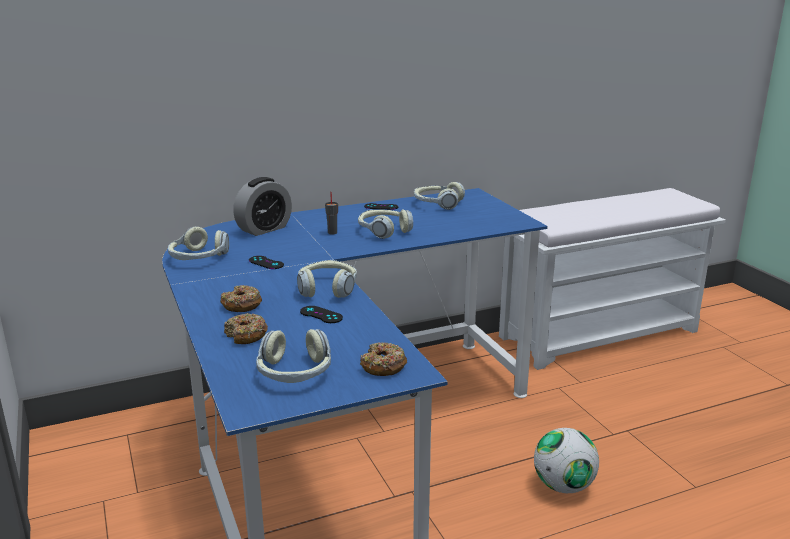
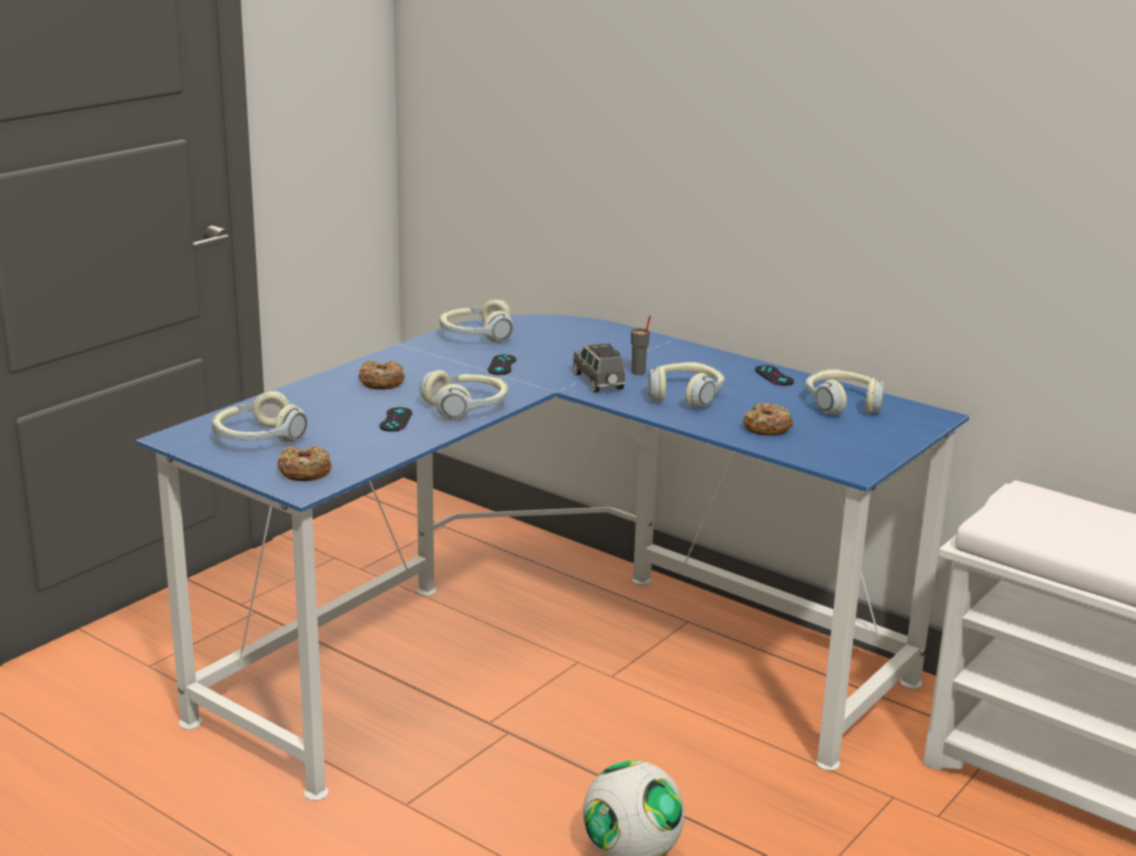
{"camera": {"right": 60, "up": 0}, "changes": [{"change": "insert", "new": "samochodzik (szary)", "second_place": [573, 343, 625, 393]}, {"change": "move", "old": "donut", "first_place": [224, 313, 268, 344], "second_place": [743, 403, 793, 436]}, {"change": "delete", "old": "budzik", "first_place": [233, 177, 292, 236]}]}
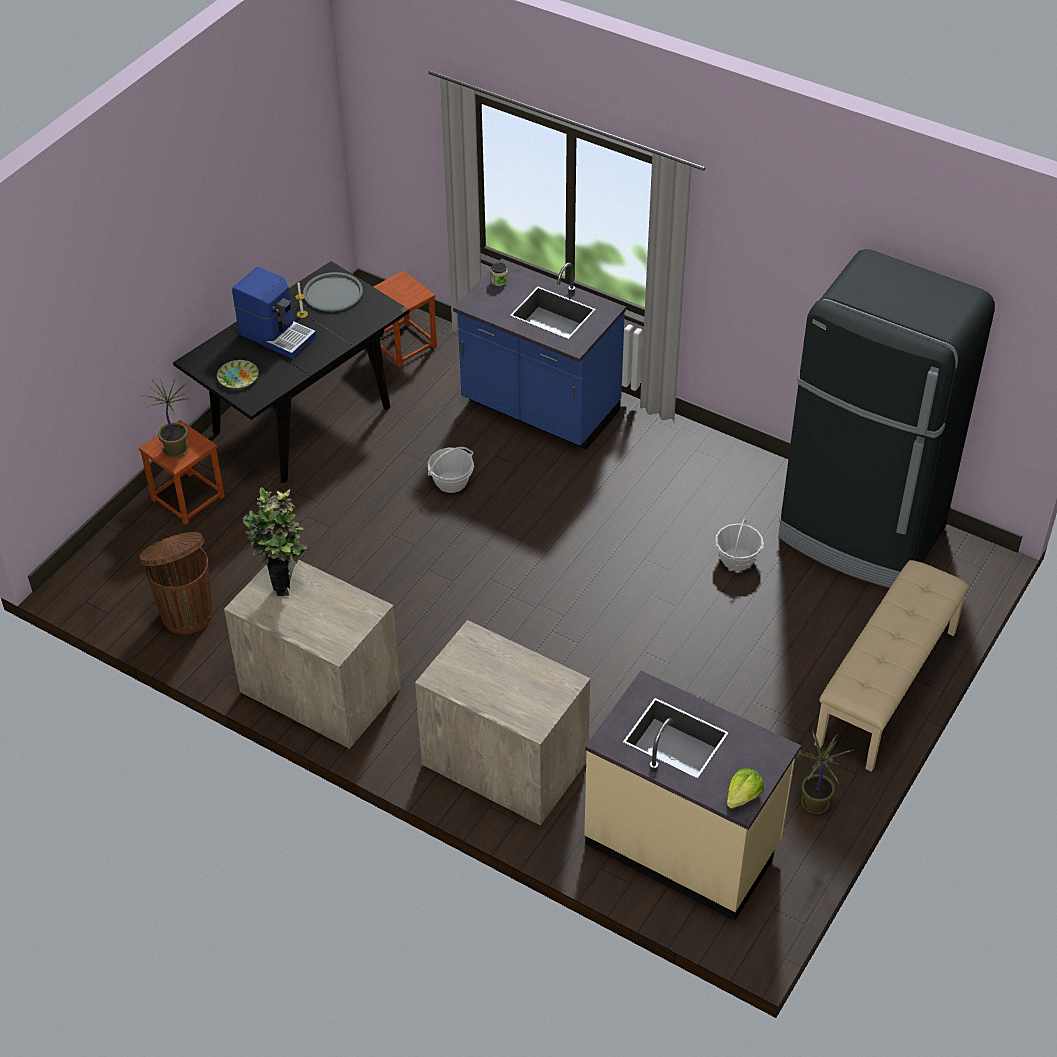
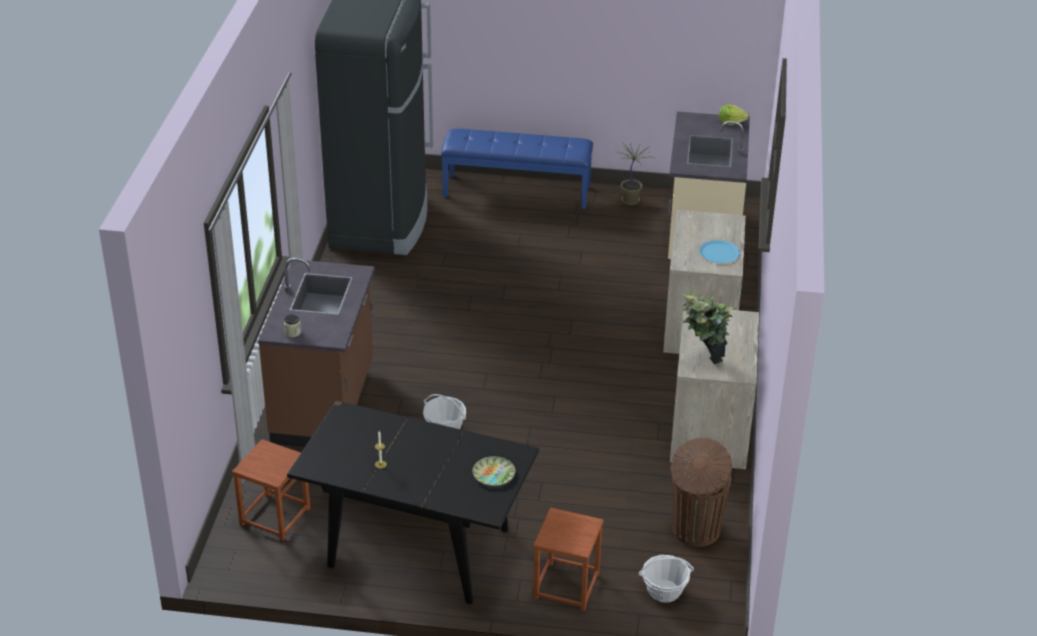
{"camera": {"right": -115, "up": -10}, "changes": [{"change": "recolor", "old": "zabudowa kuchenna (niebieski)", "new": "zabudowa kuchenna (brązowy)", "first_place": [453, 259, 626, 450], "second_place": [258, 258, 375, 447]}, {"change": "recolor", "old": "ławka (beżowy)", "new": "ławka (niebieski)", "first_place": [814, 560, 969, 772], "second_place": [441, 129, 593, 209]}, {"change": "move", "old": "koszyk", "first_place": [715, 519, 764, 571], "second_place": [639, 555, 694, 603]}, {"change": "insert", "new": "talerz (niebieski)", "second_place": [699, 240, 740, 263]}, {"change": "delete", "old": "roślina doniczkowa", "first_place": [140, 380, 195, 458]}, {"change": "delete", "old": "ekspres do kawy", "first_place": [232, 267, 317, 359]}, {"change": "delete", "old": "taca (szary)", "first_place": [303, 272, 363, 312]}]}
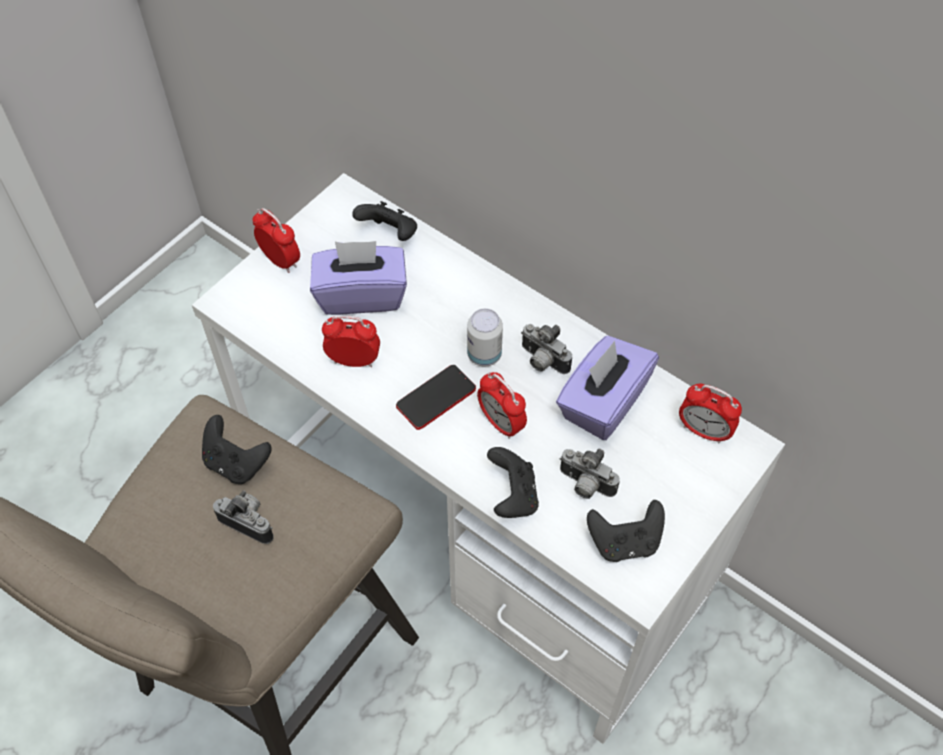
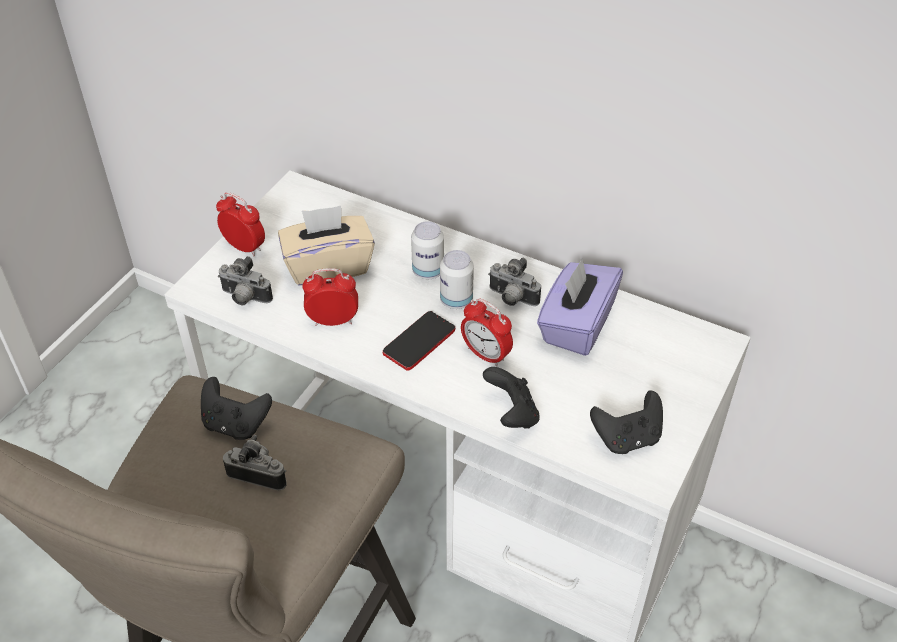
{"camera": {"right": -10, "up": -10}, "changes": [{"change": "move", "old": "aparat fotograficzny", "first_place": [560, 449, 620, 499], "second_place": [218, 256, 273, 305]}, {"change": "recolor", "old": "pudełko chusteczek (fioletowy)", "new": "pudełko chusteczek (beżowy)", "first_place": [310, 241, 407, 315], "second_place": [278, 206, 375, 286]}, {"change": "insert", "new": "puszka", "second_place": [411, 221, 444, 279]}, {"change": "delete", "old": "pad do gier (czarny)", "first_place": [352, 201, 417, 241]}, {"change": "delete", "old": "budzik", "first_place": [679, 384, 742, 443]}]}
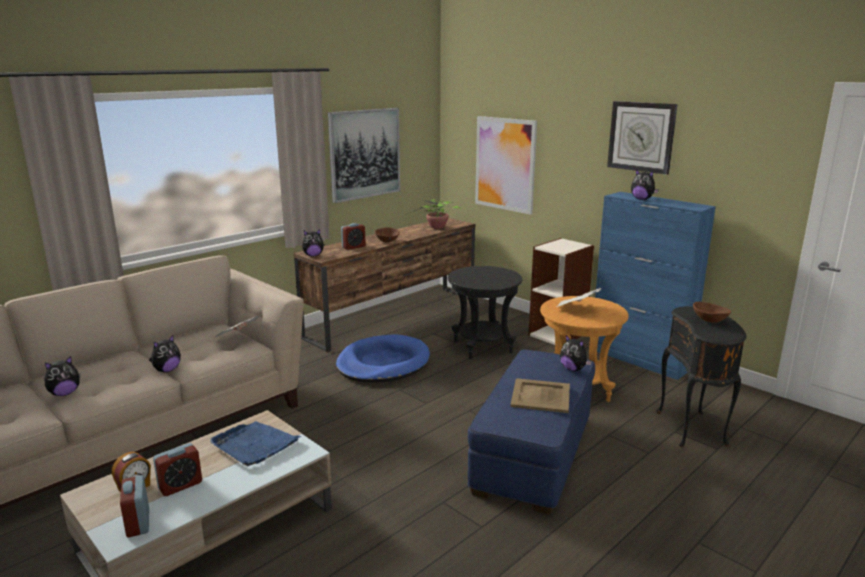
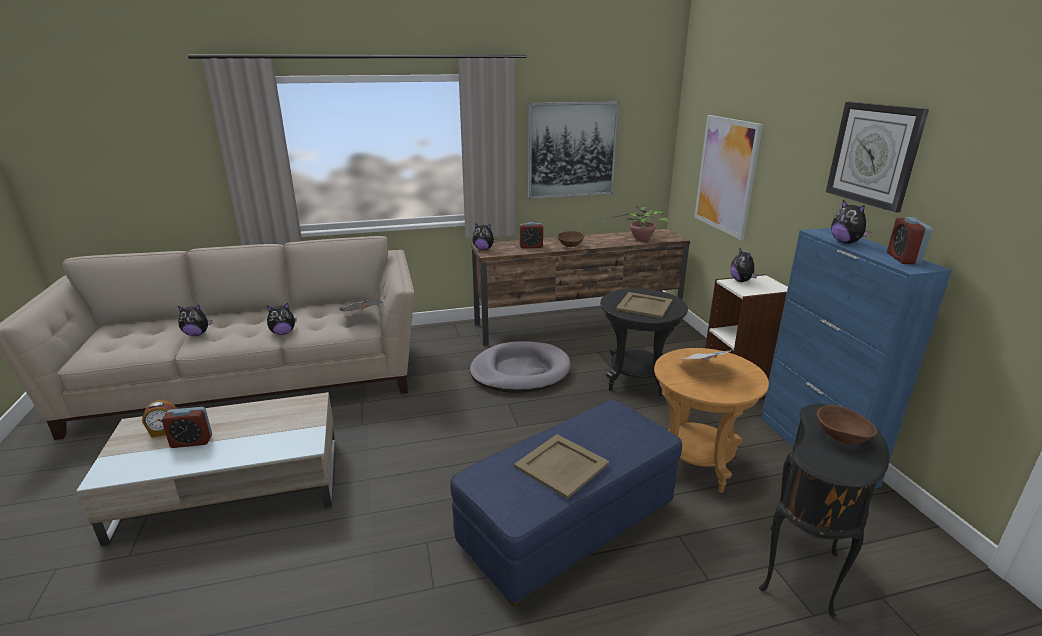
{"camera": {"right": 30, "up": 5}, "changes": [{"change": "recolor", "old": "legowisko (niebieski)", "new": "legowisko (szary)", "first_place": [336, 334, 430, 383], "second_place": [470, 341, 571, 393]}, {"change": "insert", "new": "taca (beżowy)", "second_place": [616, 292, 673, 318]}, {"change": "move", "old": "pluszak", "first_place": [560, 335, 592, 371], "second_place": [730, 247, 757, 282]}, {"change": "move", "old": "budzik", "first_place": [120, 475, 149, 538], "second_place": [887, 217, 932, 265]}, {"change": "delete", "old": "taca (niebieski)", "first_place": [210, 421, 302, 466]}]}
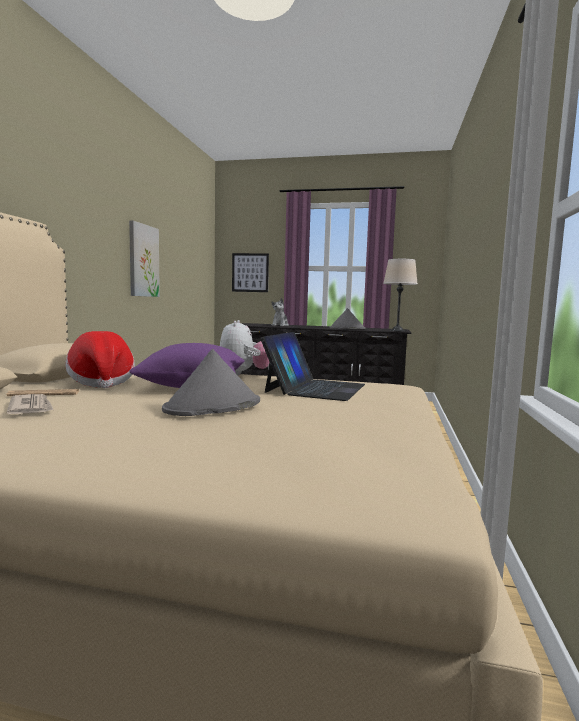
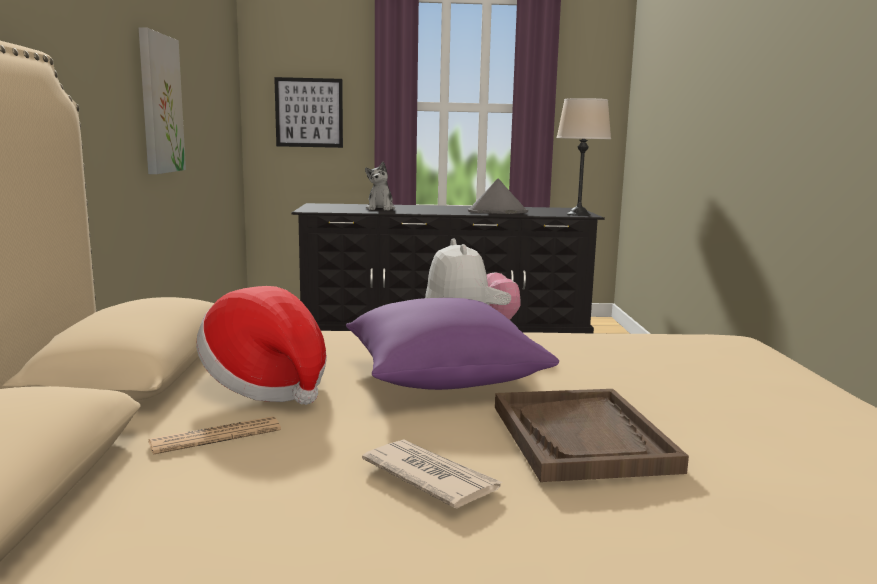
{"camera": {"right": -15, "up": 5}, "changes": [{"change": "move", "old": "gazeta", "first_place": [7, 394, 53, 414], "second_place": [362, 439, 502, 509]}, {"change": "replace", "old": "kapelusz (szary)", "new": "taca (brązowy)", "first_place": [162, 349, 260, 416], "second_place": [495, 389, 689, 482]}, {"change": "delete", "old": "laptop", "first_place": [260, 332, 365, 401]}]}
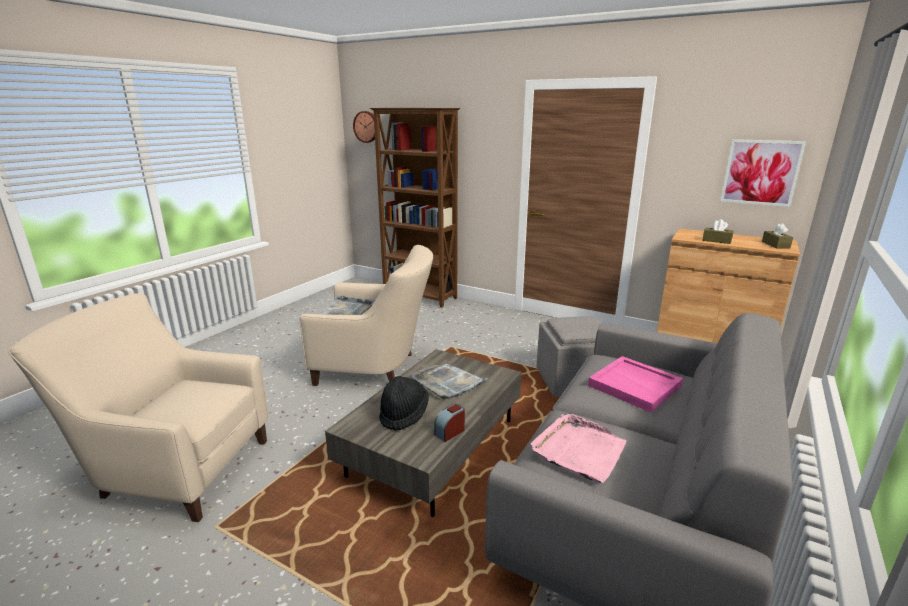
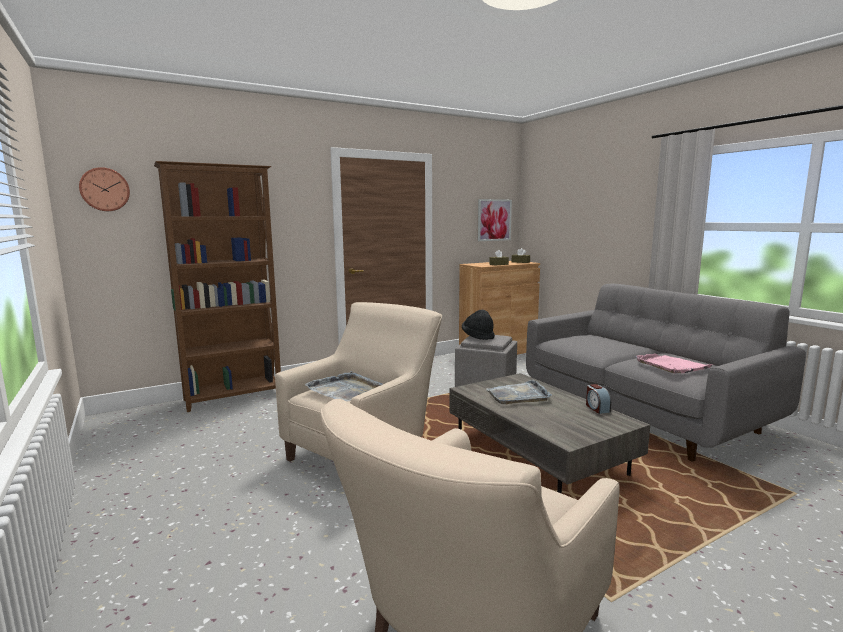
{"camera": {"right": -60, "up": -10}, "changes": [{"change": "move", "old": "kapelusz (czarny)", "first_place": [379, 376, 429, 431], "second_place": [462, 310, 495, 340]}, {"change": "delete", "old": "taca (różowy)", "first_place": [588, 356, 683, 412]}]}
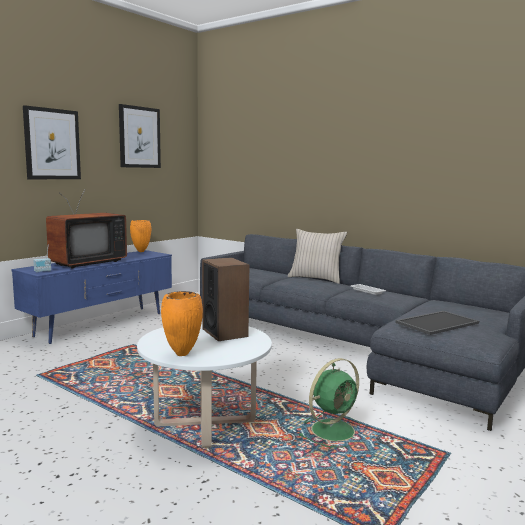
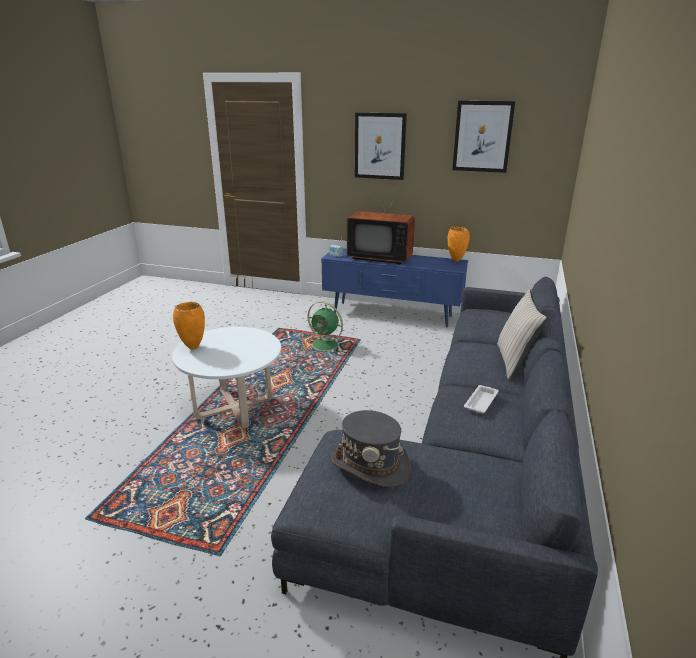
{"camera": {"right": 70, "up": 15}, "changes": [{"change": "move", "old": "wentylator (zielony)", "first_place": [299, 358, 361, 447], "second_place": [305, 301, 347, 352]}, {"change": "replace", "old": "taca", "new": "kapelusz (szary)", "first_place": [395, 311, 479, 335], "second_place": [332, 410, 410, 487]}, {"change": "delete", "old": "głośnik", "first_place": [202, 257, 249, 341]}]}
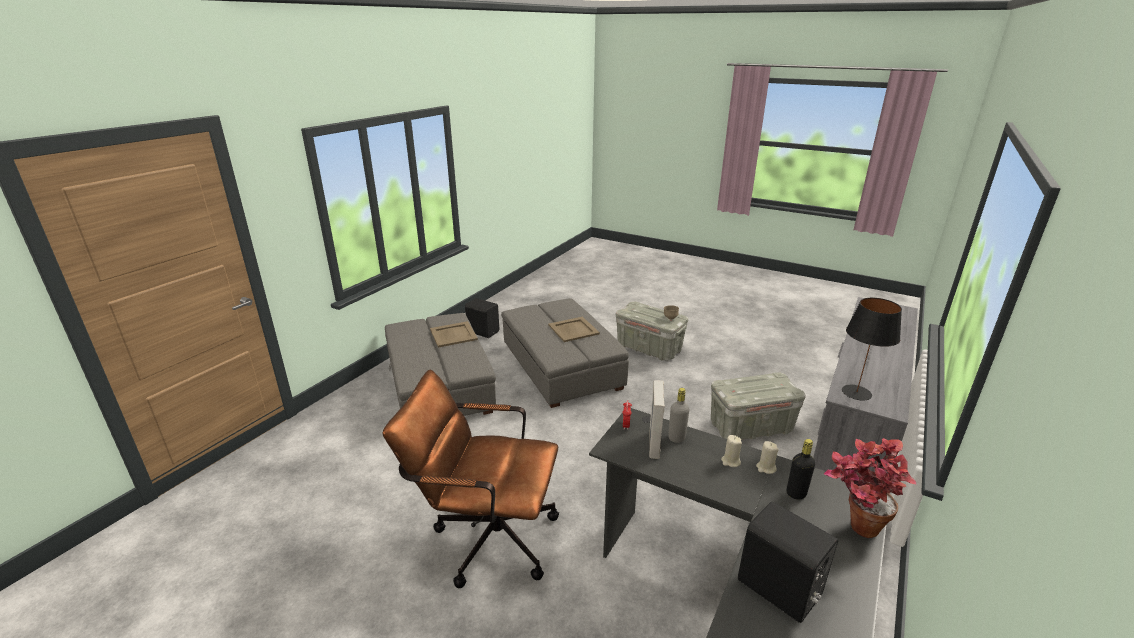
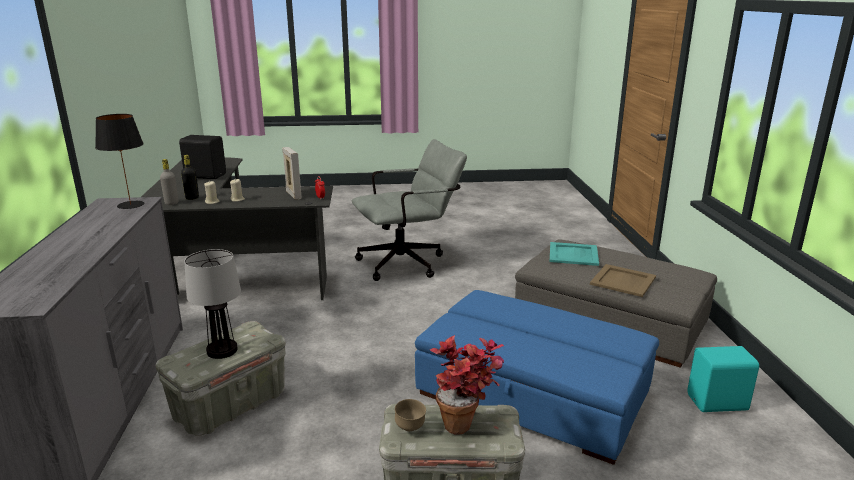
{"camera": {"right": 145, "up": -5}, "changes": [{"change": "move", "old": "butelka (szary)", "first_place": [668, 388, 689, 443], "second_place": [160, 159, 178, 205]}, {"change": "insert", "new": "lampa stołowa", "second_place": [184, 249, 241, 359]}, {"change": "recolor", "old": "krzesło biurowe (brązowy)", "new": "krzesło biurowe (szary)", "first_place": [383, 369, 559, 588], "second_place": [352, 139, 467, 281]}, {"change": "recolor", "old": "pufa (szary)", "new": "pufa (niebieski)", "first_place": [501, 298, 629, 408], "second_place": [415, 290, 659, 465]}, {"change": "move", "old": "roślina doniczkowa", "first_place": [824, 438, 917, 538], "second_place": [430, 335, 504, 435]}, {"change": "insert", "new": "taca (turkusowy)", "second_place": [550, 242, 599, 266]}, {"change": "recolor", "old": "głośnik (czarny)", "new": "głośnik (turkusowy)", "first_place": [465, 298, 499, 338], "second_place": [687, 346, 759, 412]}, {"change": "delete", "old": "taca (beżowy)", "first_place": [548, 317, 600, 342]}]}
